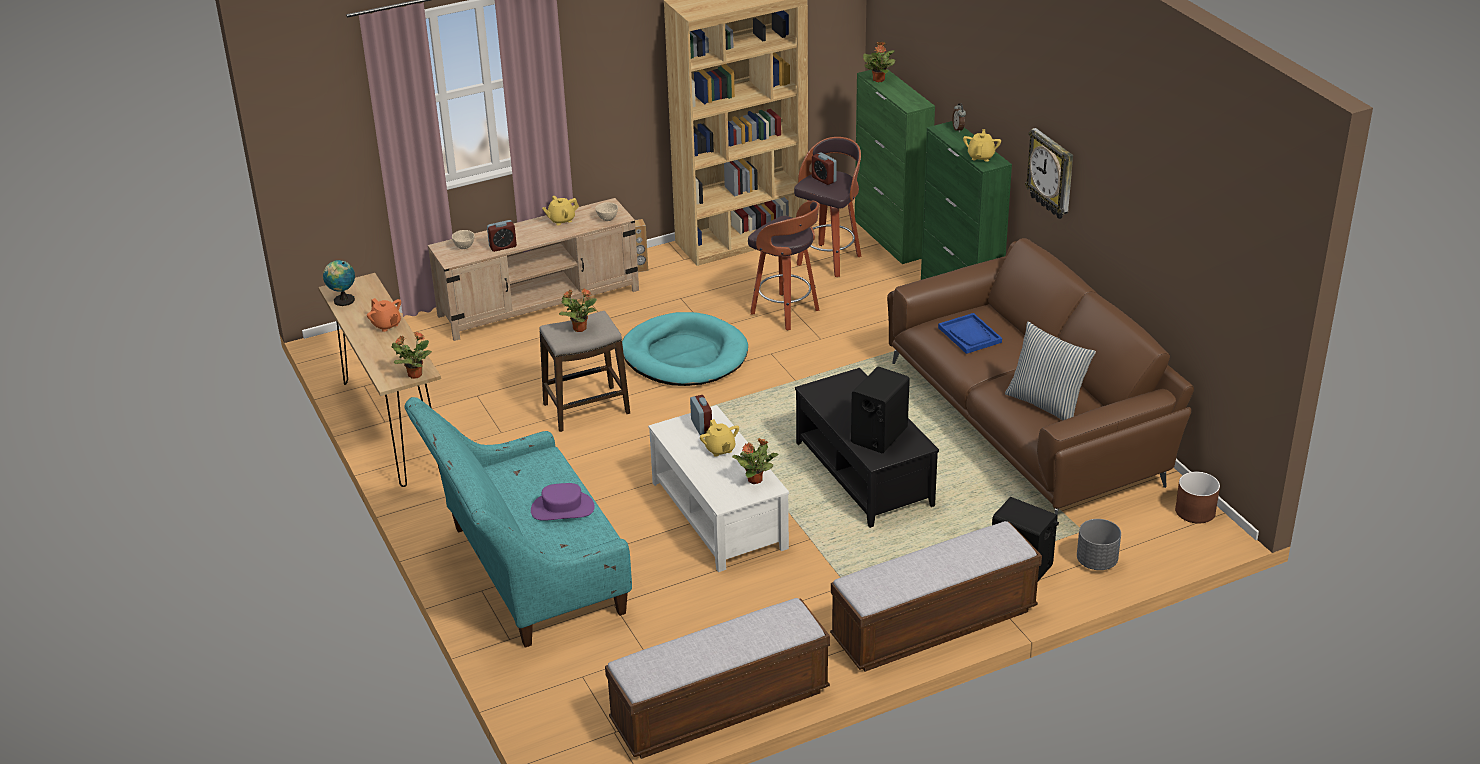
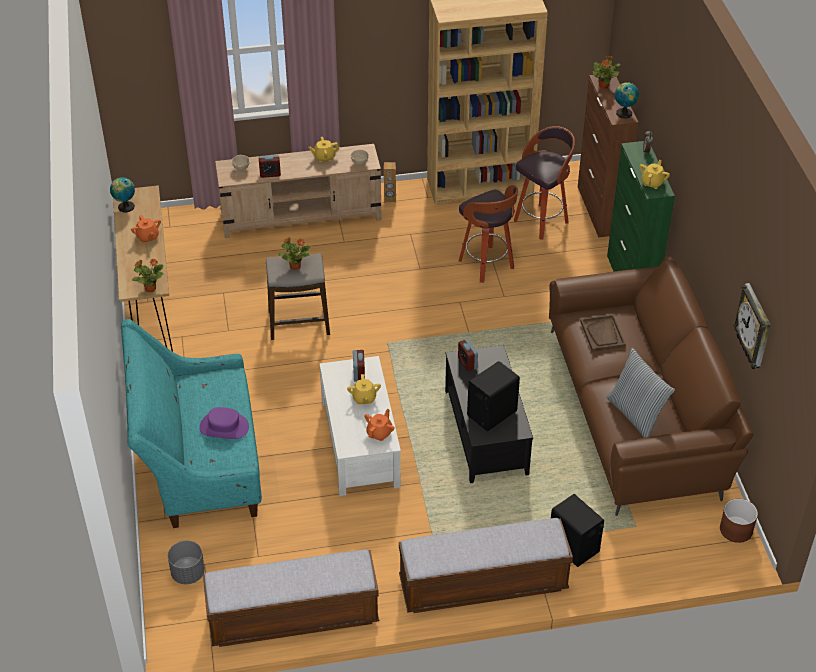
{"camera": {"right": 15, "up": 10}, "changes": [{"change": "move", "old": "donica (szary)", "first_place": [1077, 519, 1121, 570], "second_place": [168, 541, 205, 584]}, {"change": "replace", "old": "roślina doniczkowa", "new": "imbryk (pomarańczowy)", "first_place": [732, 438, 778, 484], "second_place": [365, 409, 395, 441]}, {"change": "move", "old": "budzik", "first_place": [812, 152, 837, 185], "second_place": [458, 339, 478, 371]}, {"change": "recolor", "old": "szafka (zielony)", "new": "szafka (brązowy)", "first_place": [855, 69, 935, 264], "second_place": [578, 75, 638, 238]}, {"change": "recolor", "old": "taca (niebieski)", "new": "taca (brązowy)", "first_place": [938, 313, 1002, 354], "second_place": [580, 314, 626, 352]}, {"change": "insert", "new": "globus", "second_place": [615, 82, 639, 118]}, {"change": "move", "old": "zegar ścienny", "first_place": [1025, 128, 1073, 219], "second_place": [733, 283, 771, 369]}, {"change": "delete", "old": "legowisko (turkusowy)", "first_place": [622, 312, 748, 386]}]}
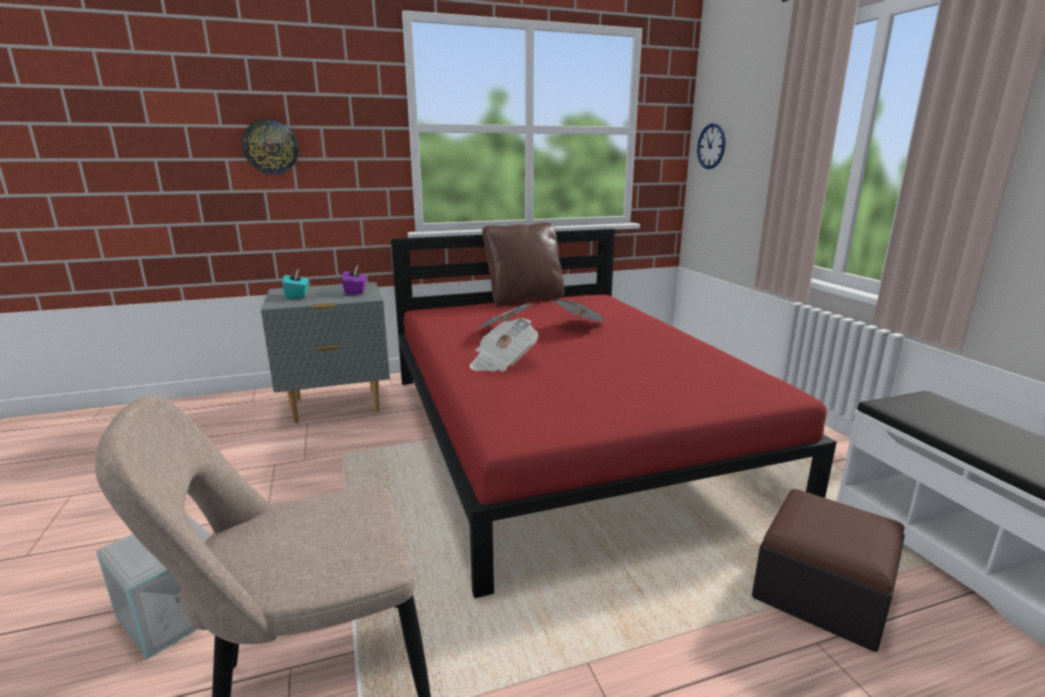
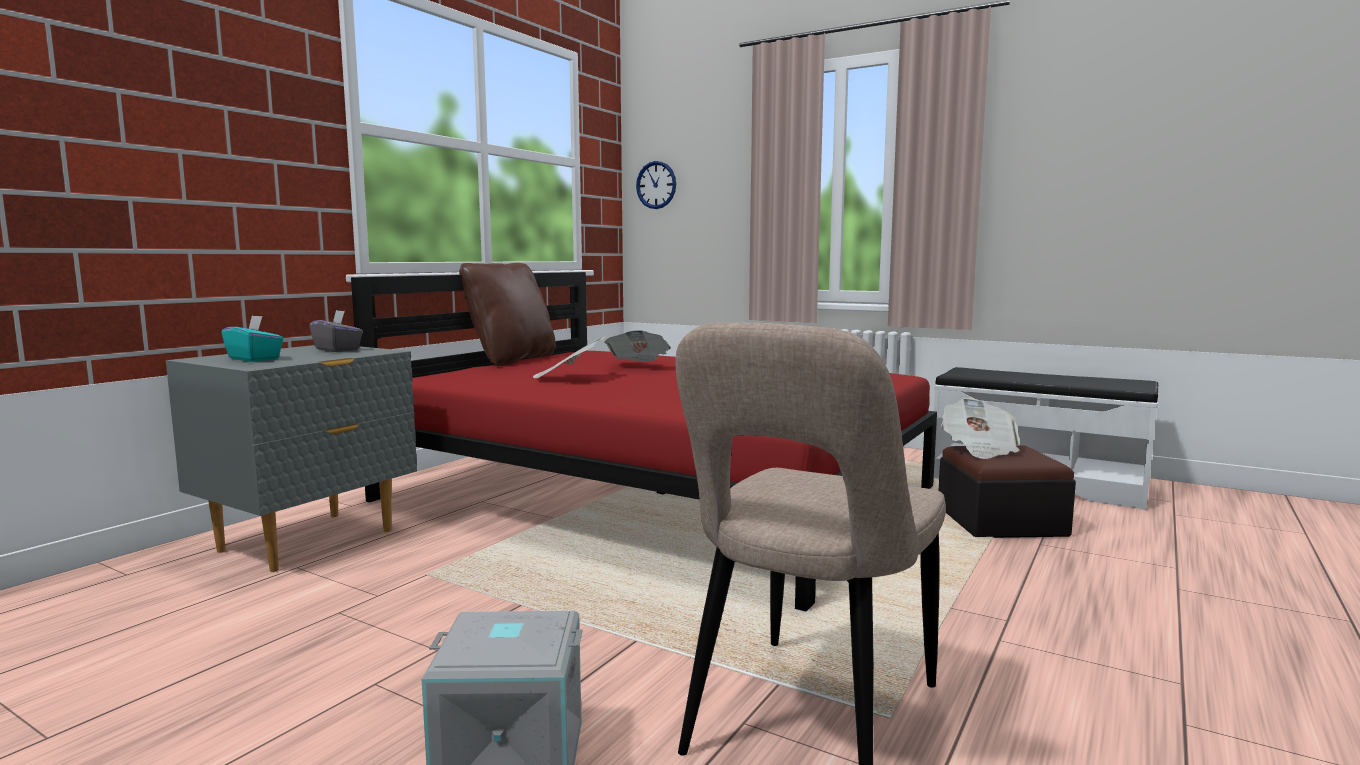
{"camera": {"right": -40, "up": -10}, "changes": [{"change": "recolor", "old": "pudełko chusteczek (fioletowy)", "new": "pudełko chusteczek (szary)", "first_place": [342, 266, 367, 295], "second_place": [309, 310, 363, 352]}, {"change": "move", "old": "gazeta", "first_place": [469, 318, 538, 372], "second_place": [941, 398, 1020, 459]}, {"change": "delete", "old": "zegar ścienny", "first_place": [242, 119, 299, 174]}]}
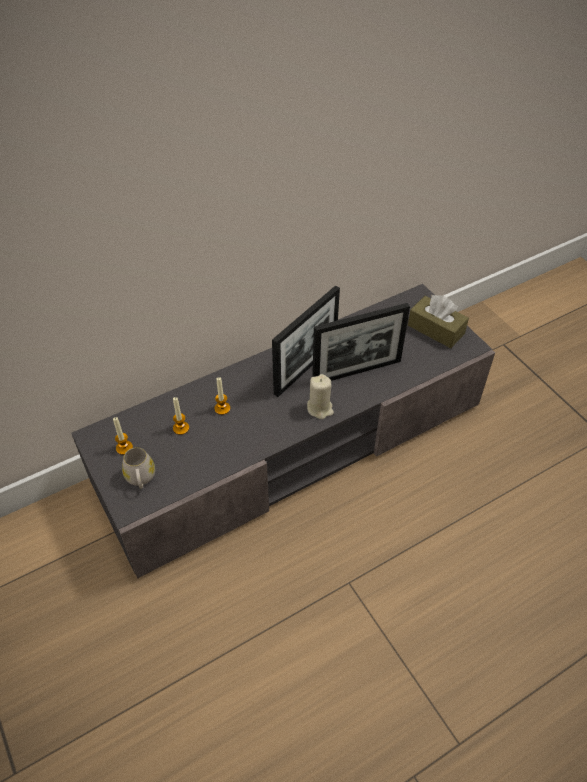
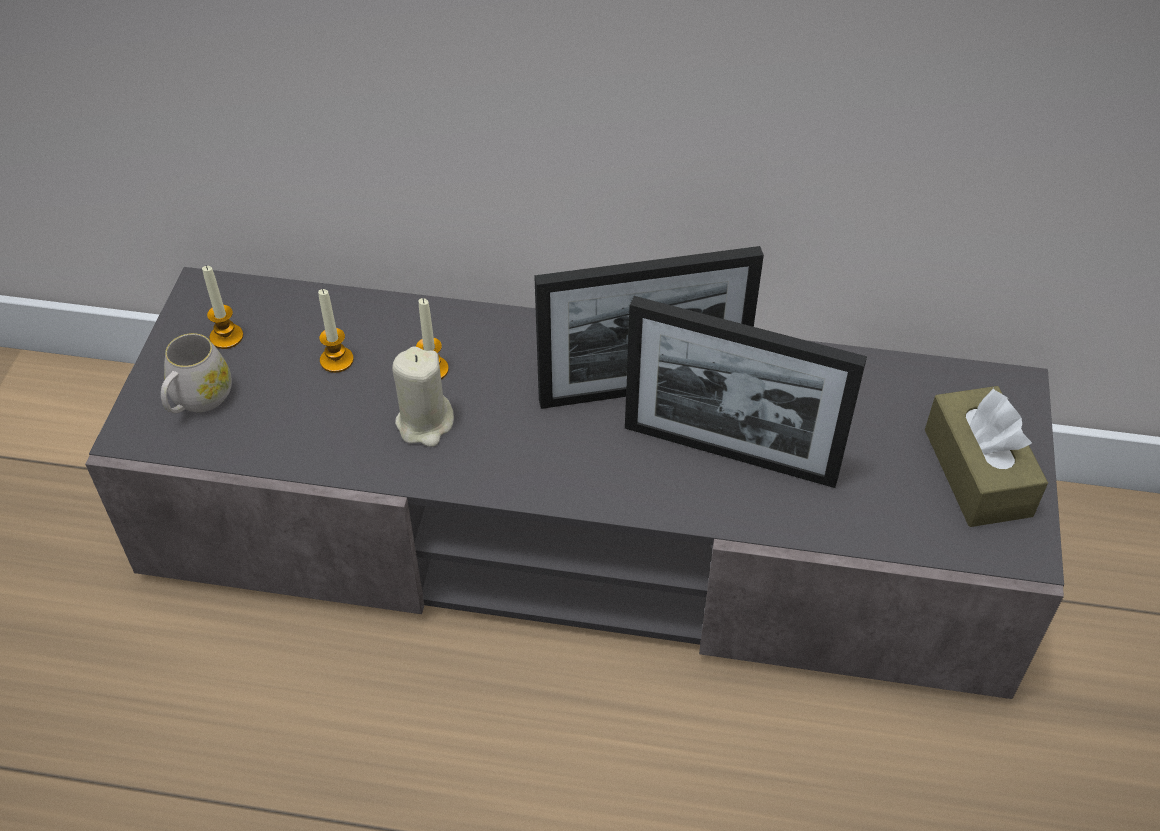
{"camera": {"right": 40, "up": 0}, "changes": [{"change": "move", "old": "świeca (beżowy)", "first_place": [307, 374, 334, 419], "second_place": [392, 346, 454, 447]}]}
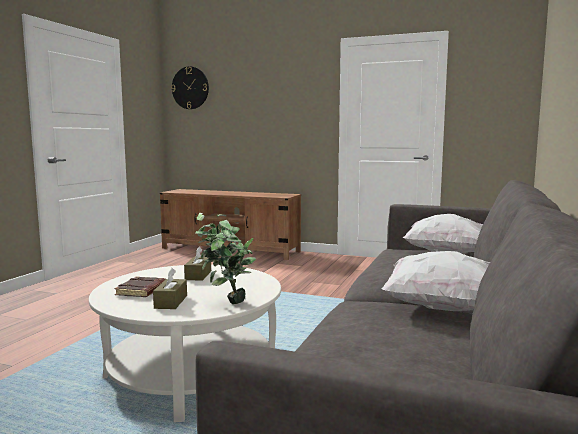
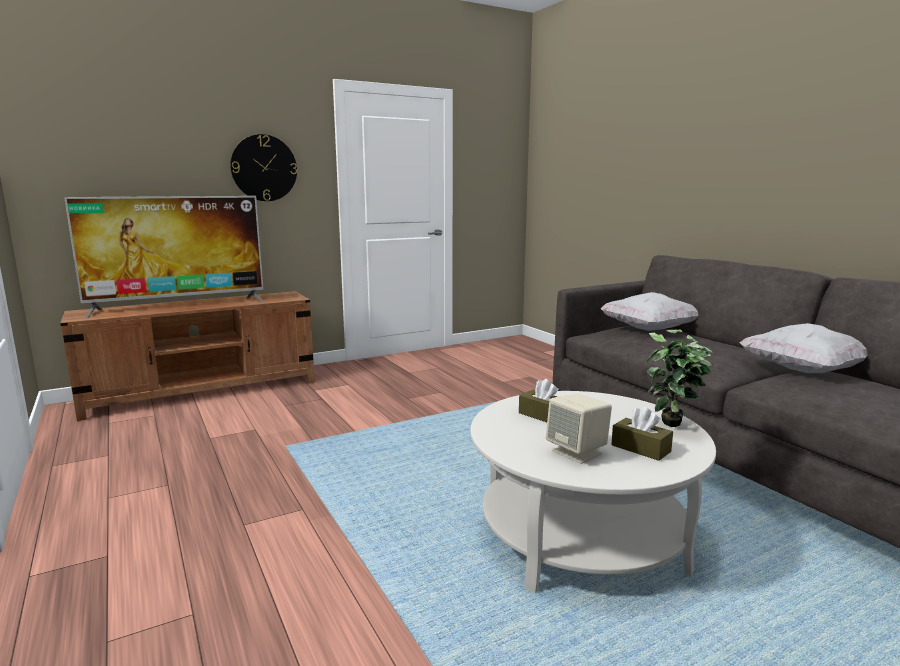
{"camera": {"right": -50, "up": 5}, "changes": [{"change": "insert", "new": "telewizor", "second_place": [64, 196, 264, 318]}, {"change": "move", "old": "zegar ścienny", "first_place": [171, 66, 209, 109], "second_place": [230, 134, 297, 201]}, {"change": "replace", "old": "książka (brązowy)", "new": "głośnik (beżowy)", "first_place": [114, 276, 166, 297], "second_place": [546, 394, 612, 464]}]}
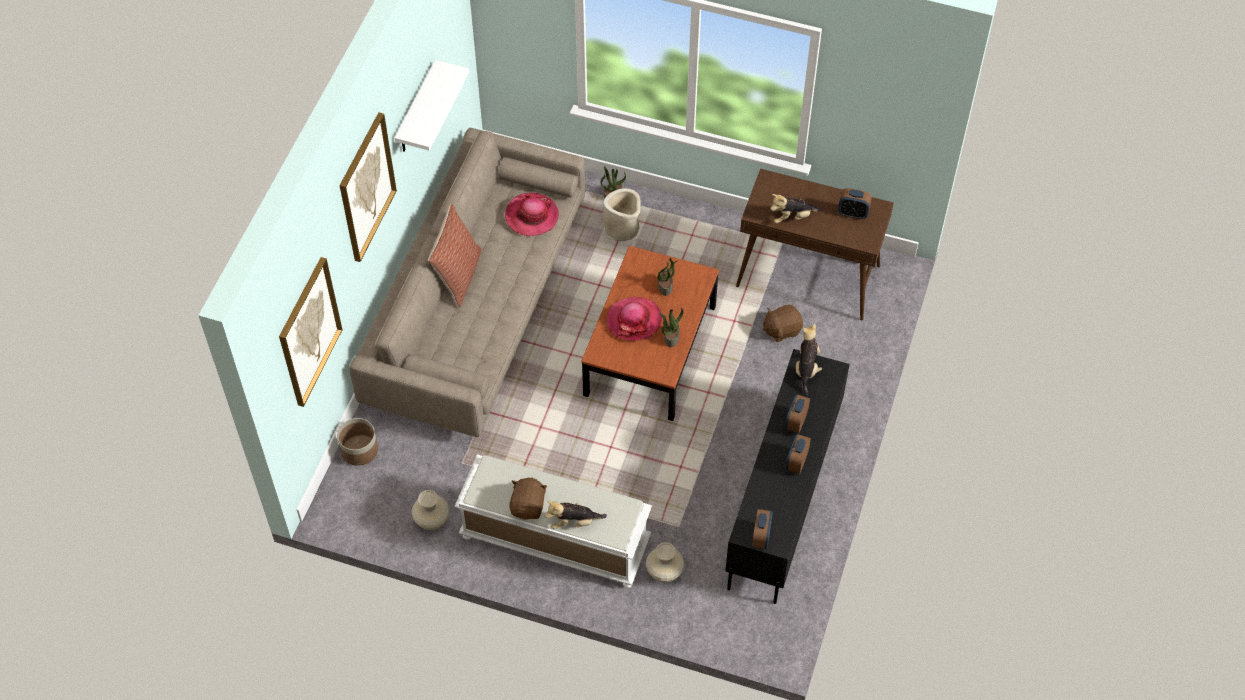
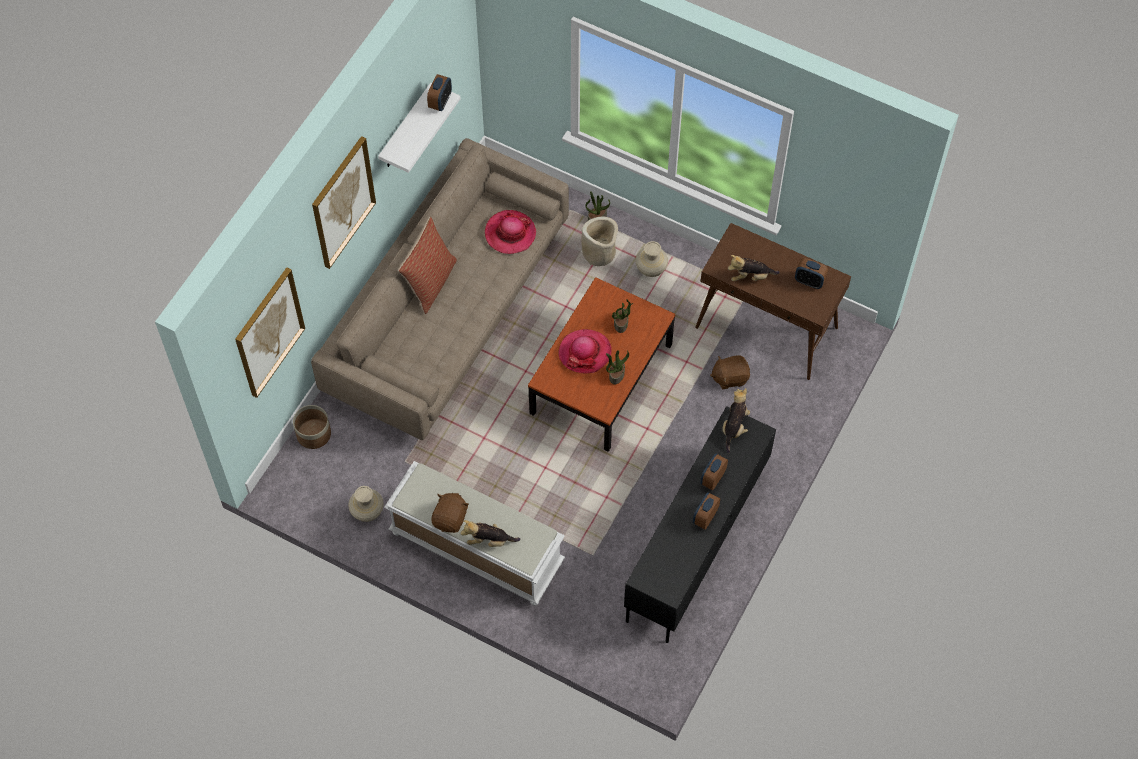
{"camera": {"right": 10, "up": 5}, "changes": [{"change": "move", "old": "budzik", "first_place": [752, 509, 773, 549], "second_place": [427, 74, 452, 111]}, {"change": "move", "old": "wazon (beżowy)", "first_place": [646, 542, 684, 583], "second_place": [635, 241, 668, 277]}]}
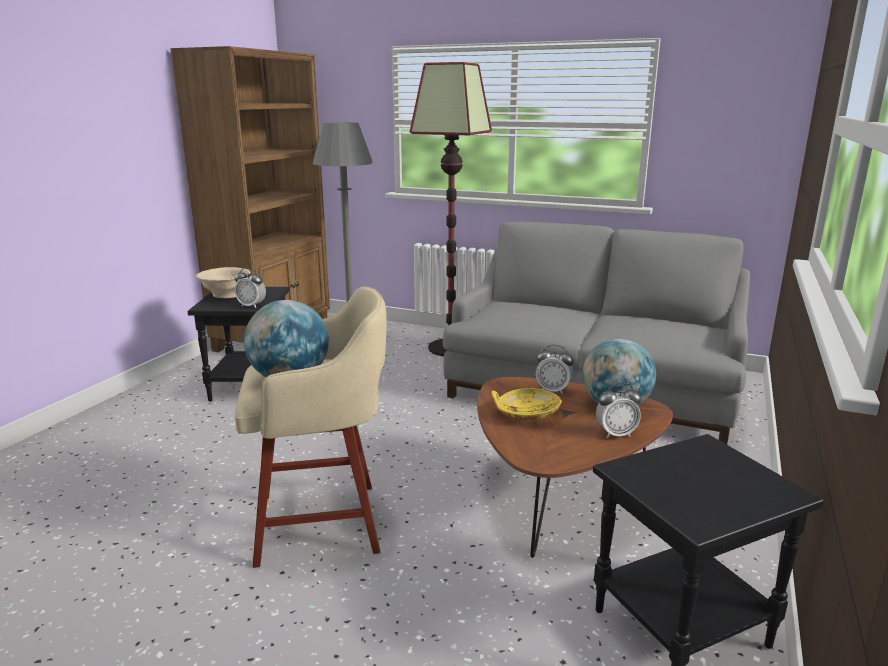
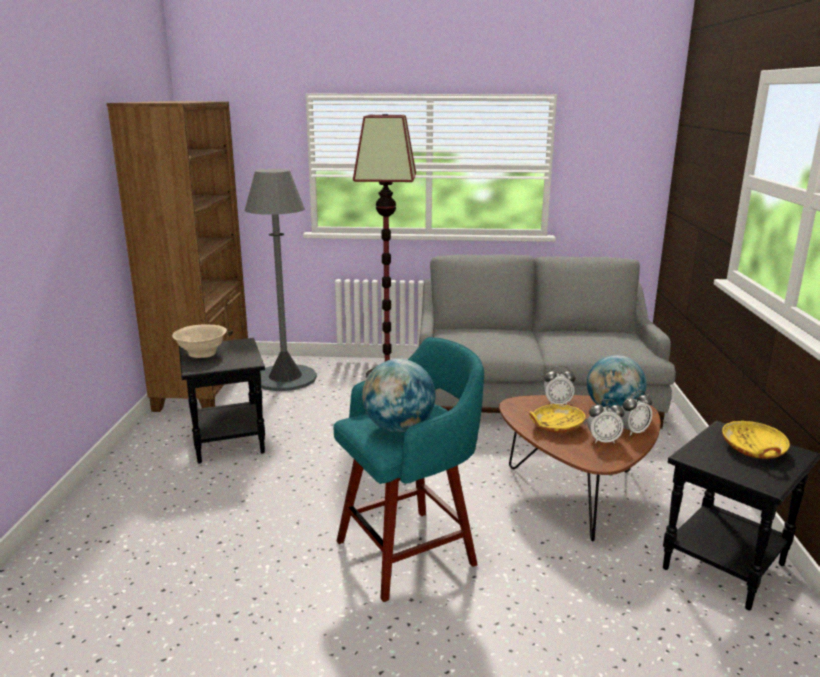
{"camera": {"right": -20, "up": 0}, "changes": [{"change": "recolor", "old": "stołek (beżowy)", "new": "stołek (turkusowy)", "first_place": [234, 286, 387, 568], "second_place": [333, 337, 484, 602]}, {"change": "move", "old": "budzik", "first_place": [235, 268, 266, 308], "second_place": [587, 399, 624, 444]}, {"change": "insert", "new": "miska (żółty)", "second_place": [722, 421, 790, 459]}]}
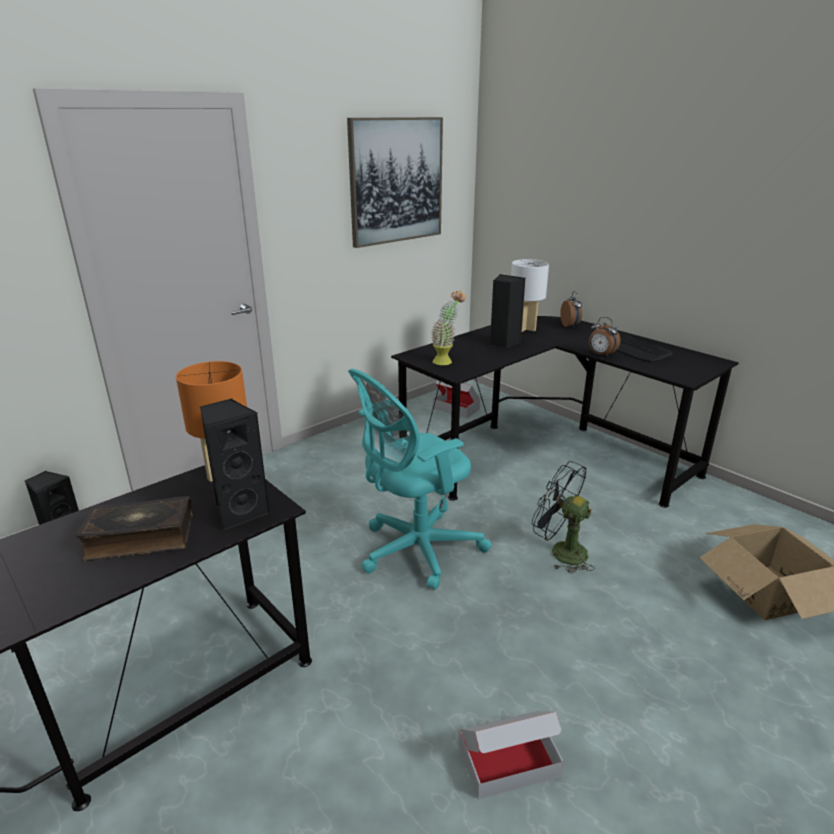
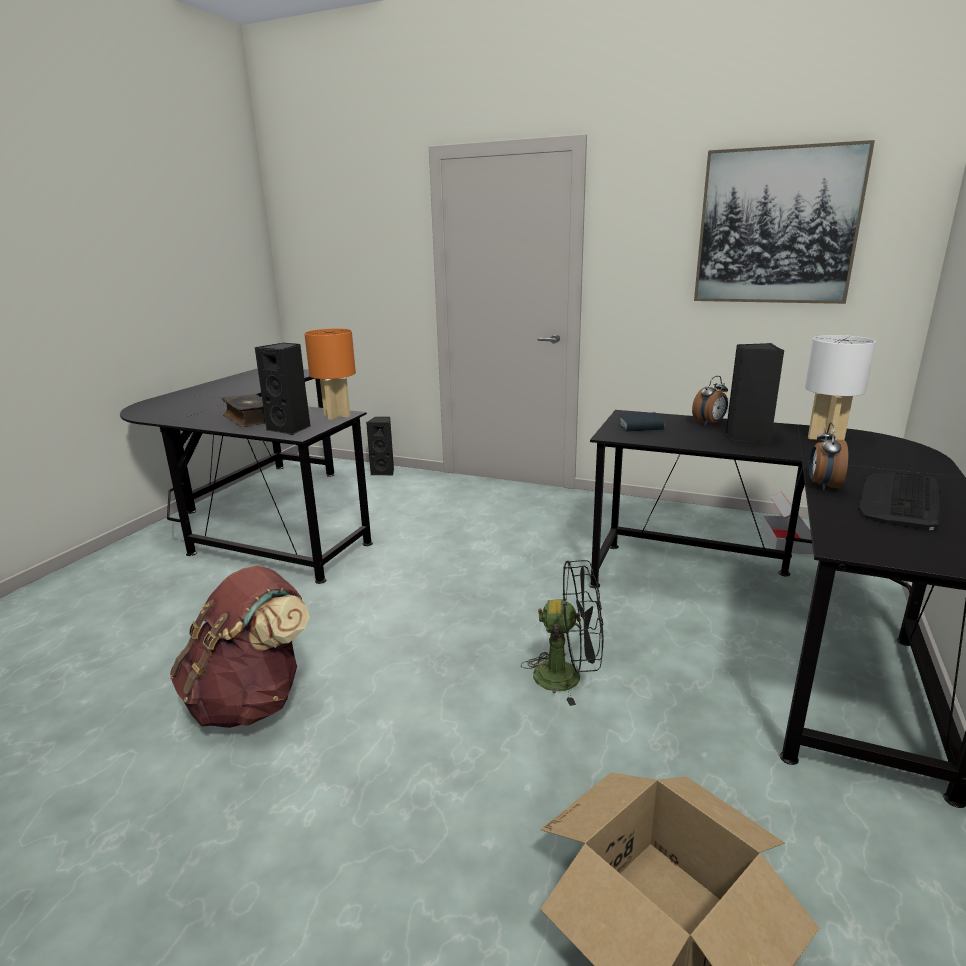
{"camera": {"right": 65, "up": -5}, "changes": [{"change": "replace", "old": "karton", "new": "plecak (brązowy)", "first_place": [459, 711, 563, 800], "second_place": [170, 565, 310, 728]}, {"change": "rotate", "old": "wentylator (czarny)", "first_place": [532, 461, 595, 573], "second_place": [521, 560, 604, 706], "degrees": 90}, {"change": "replace", "old": "roślina doniczkowa", "new": "książka", "first_place": [431, 290, 465, 365], "second_place": [618, 412, 664, 431]}, {"change": "move", "old": "budzik", "first_place": [560, 291, 582, 328], "second_place": [692, 376, 728, 426]}, {"change": "delete", "old": "krzesło biurowe (turkusowy)", "first_place": [348, 369, 492, 590]}]}
